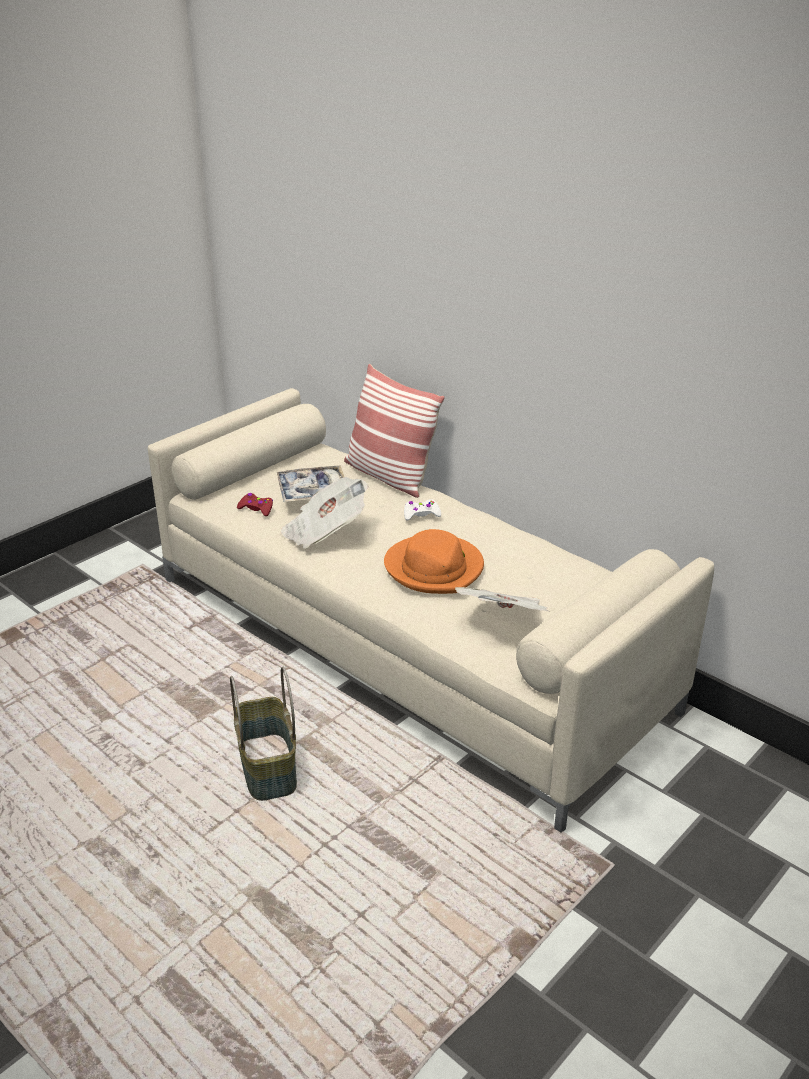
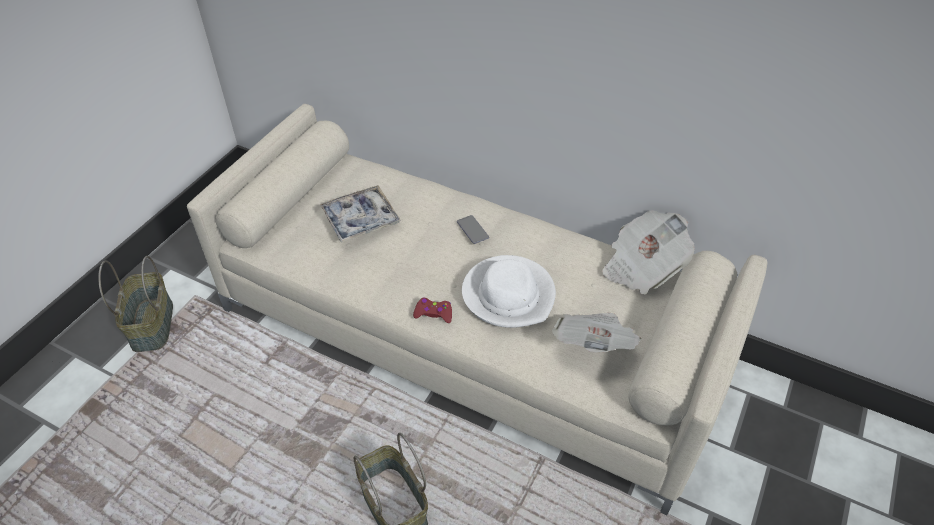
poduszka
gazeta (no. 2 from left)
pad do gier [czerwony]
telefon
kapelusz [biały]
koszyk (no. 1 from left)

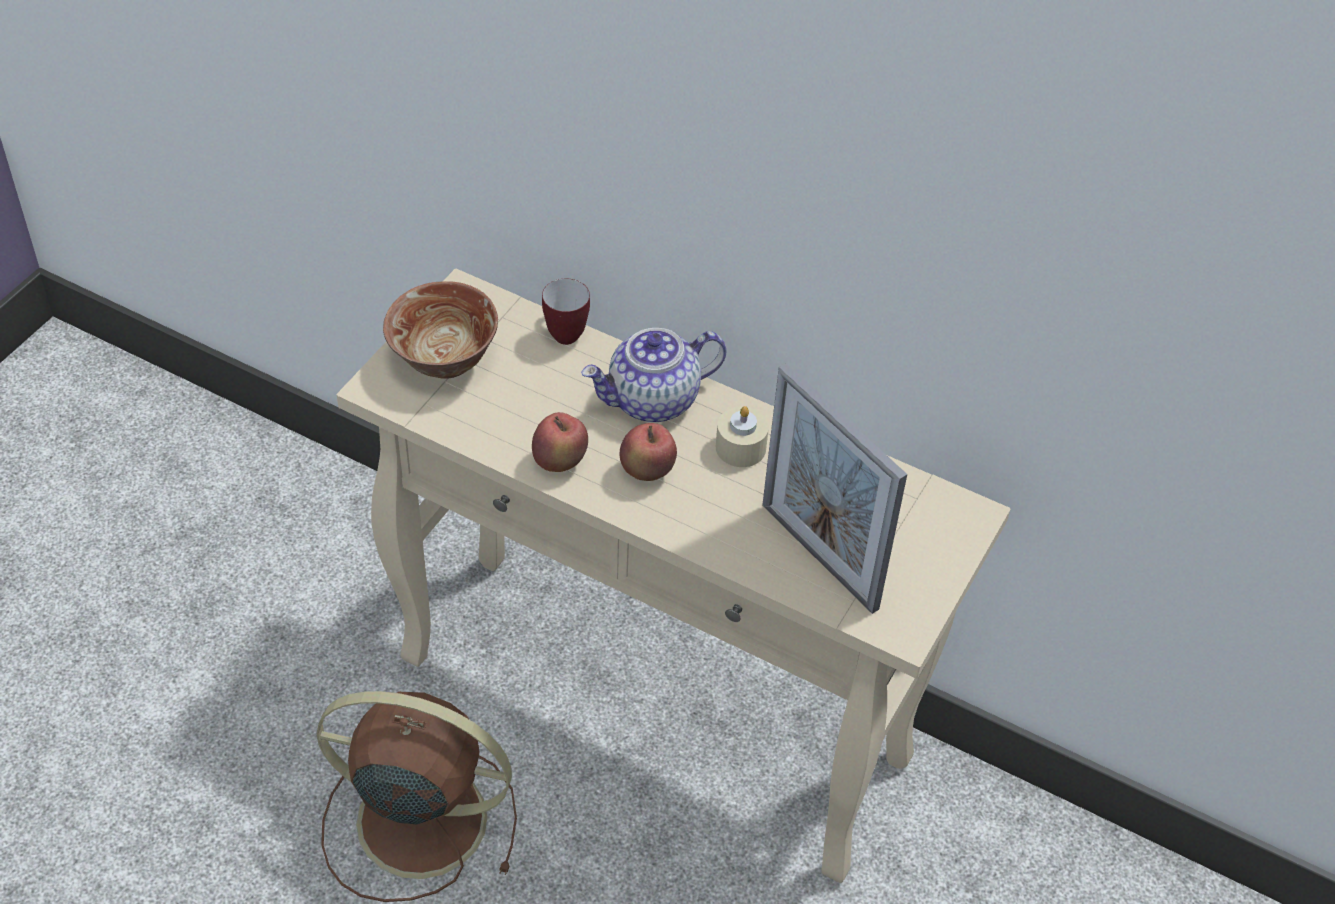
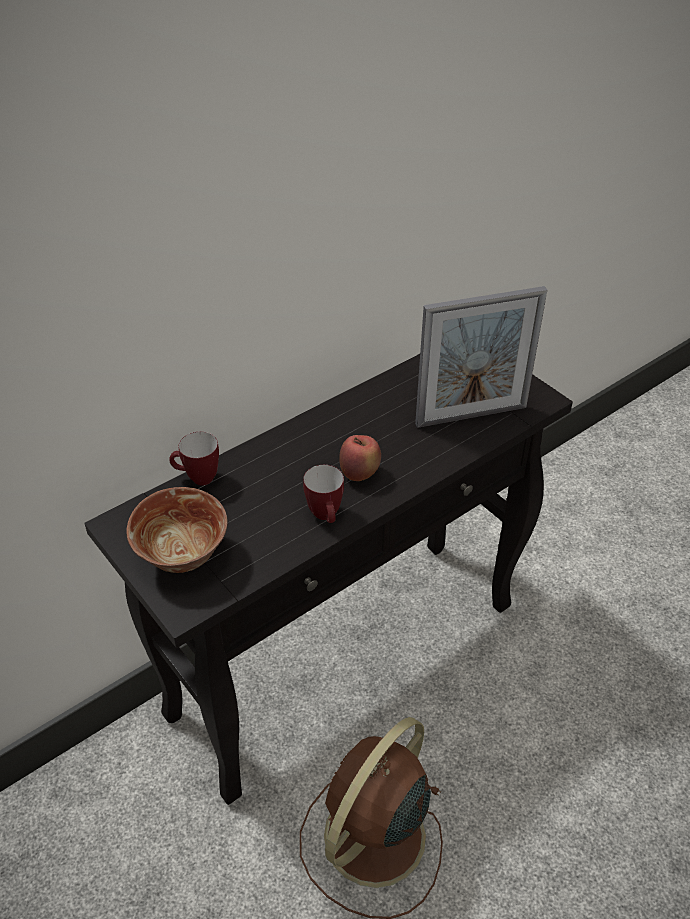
stolik konsolowy [czarny]
imbryk
świeca [beżowy]
kubek (no. 2 from left)

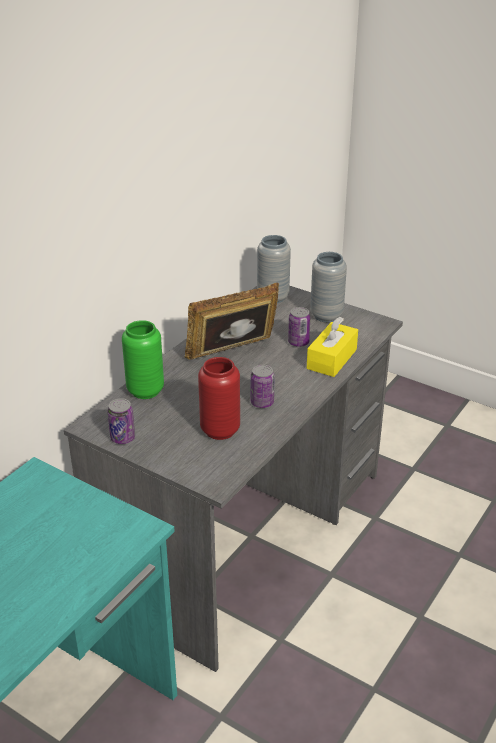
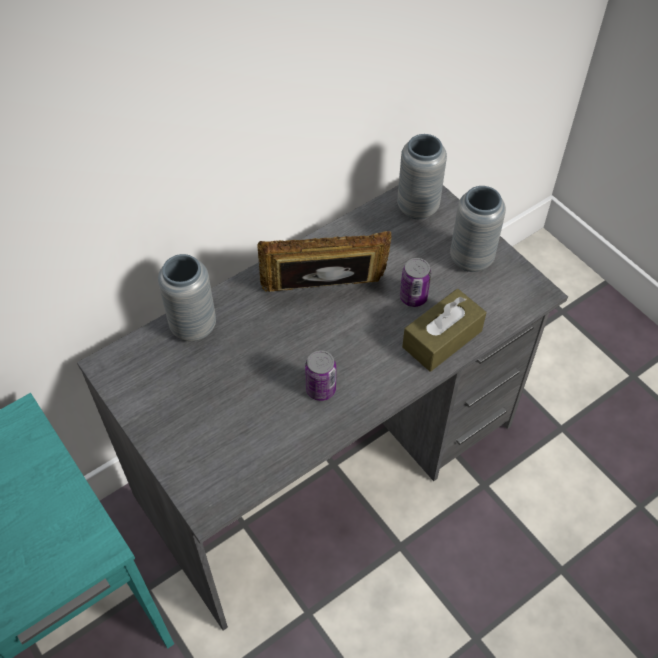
pudełko chusteczek [brązowy]
wazon [szary] (no. 1 from left)
wazon [czerwony]
puszka (no. 1 from left in the first image)

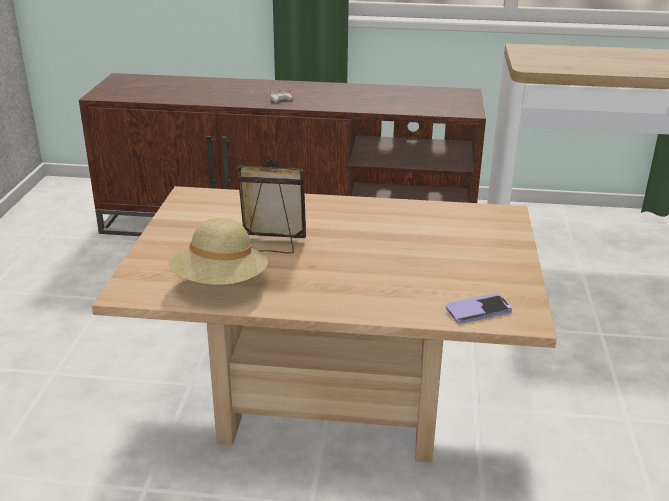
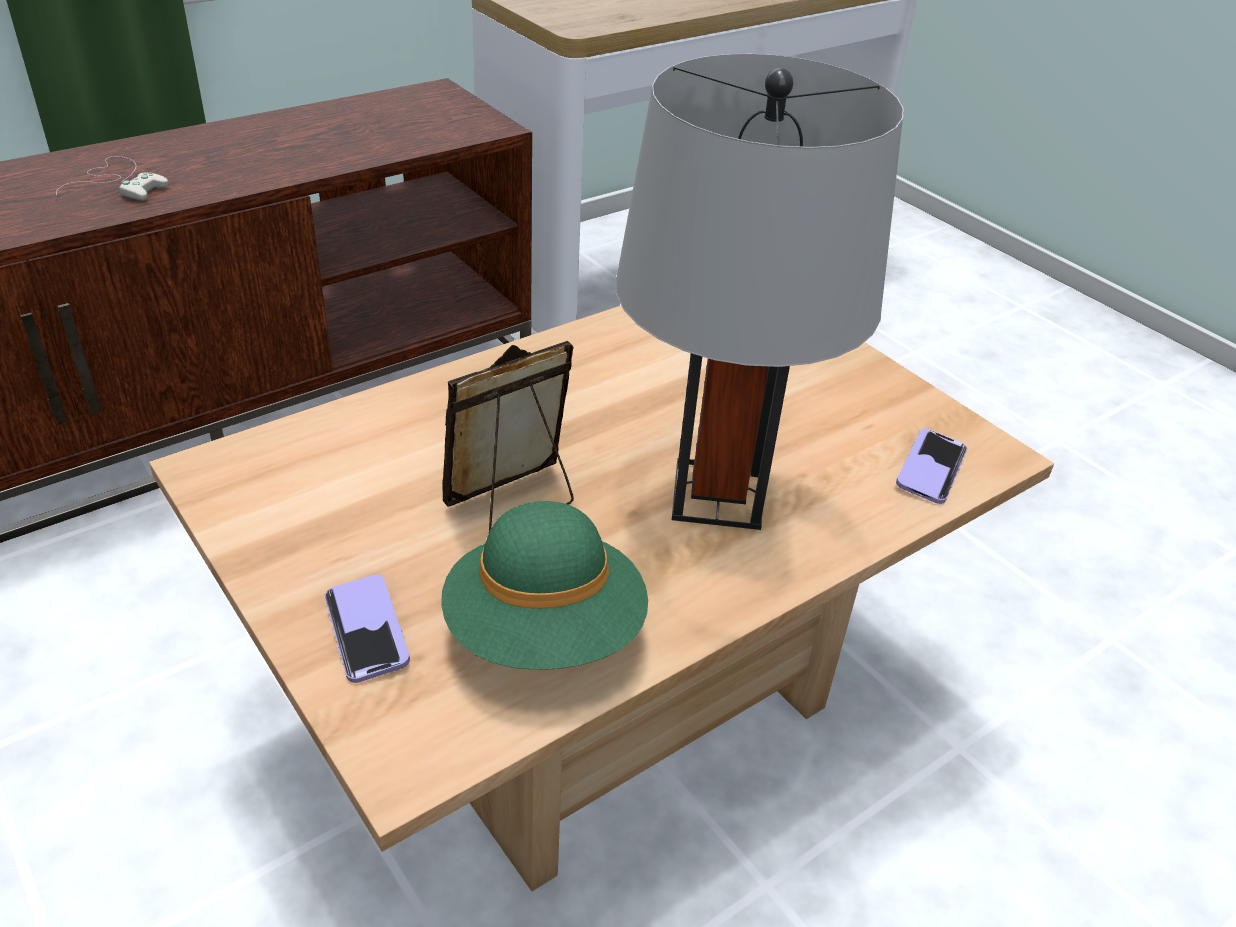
kapelusz [zielony]
lampa stołowa [szary]
telefon (no. 1 from left)

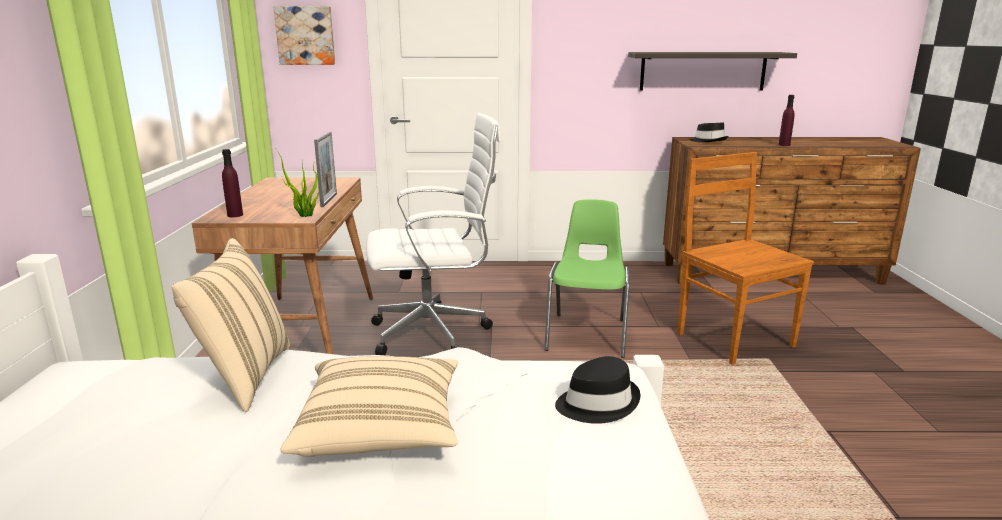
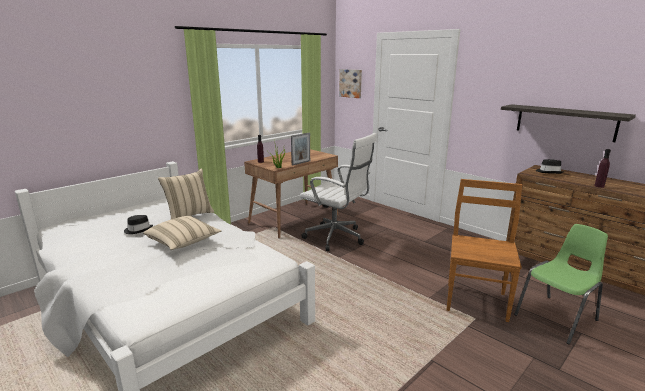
krzesło [zielony]
kapelusz [czarny] (no. 1 from left)

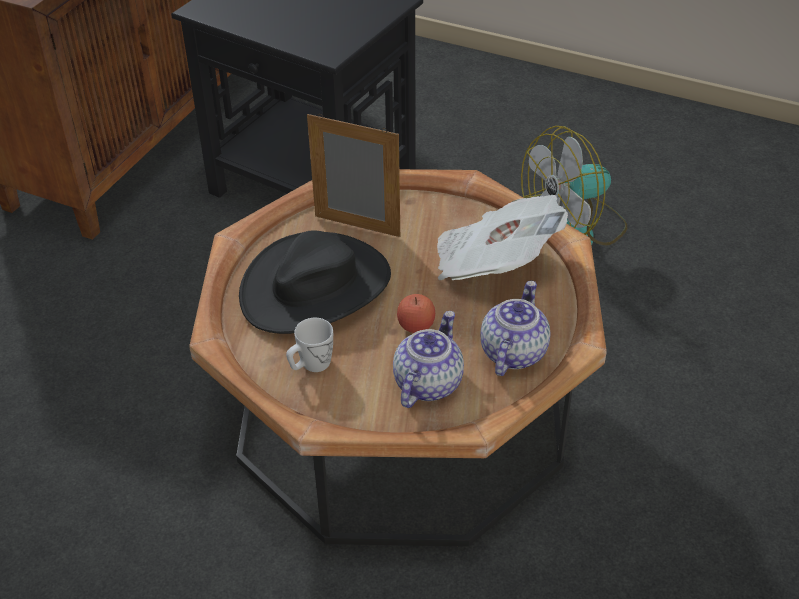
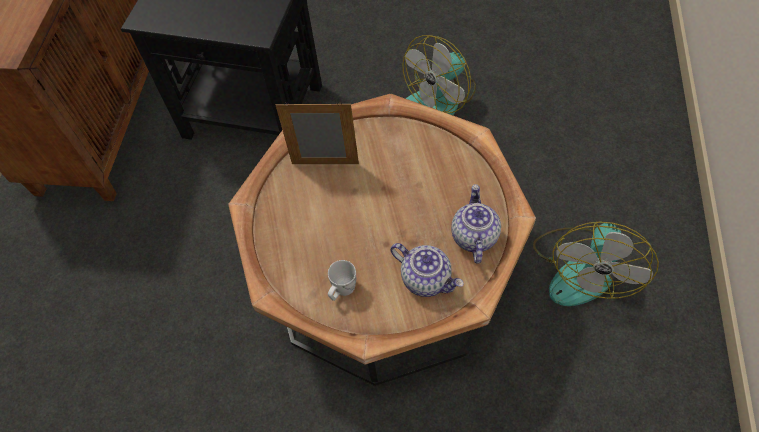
gazeta
kapelusz [czarny]
jabłko
imbryk (no. 1 from left)
wentylator (no. 2 from left)

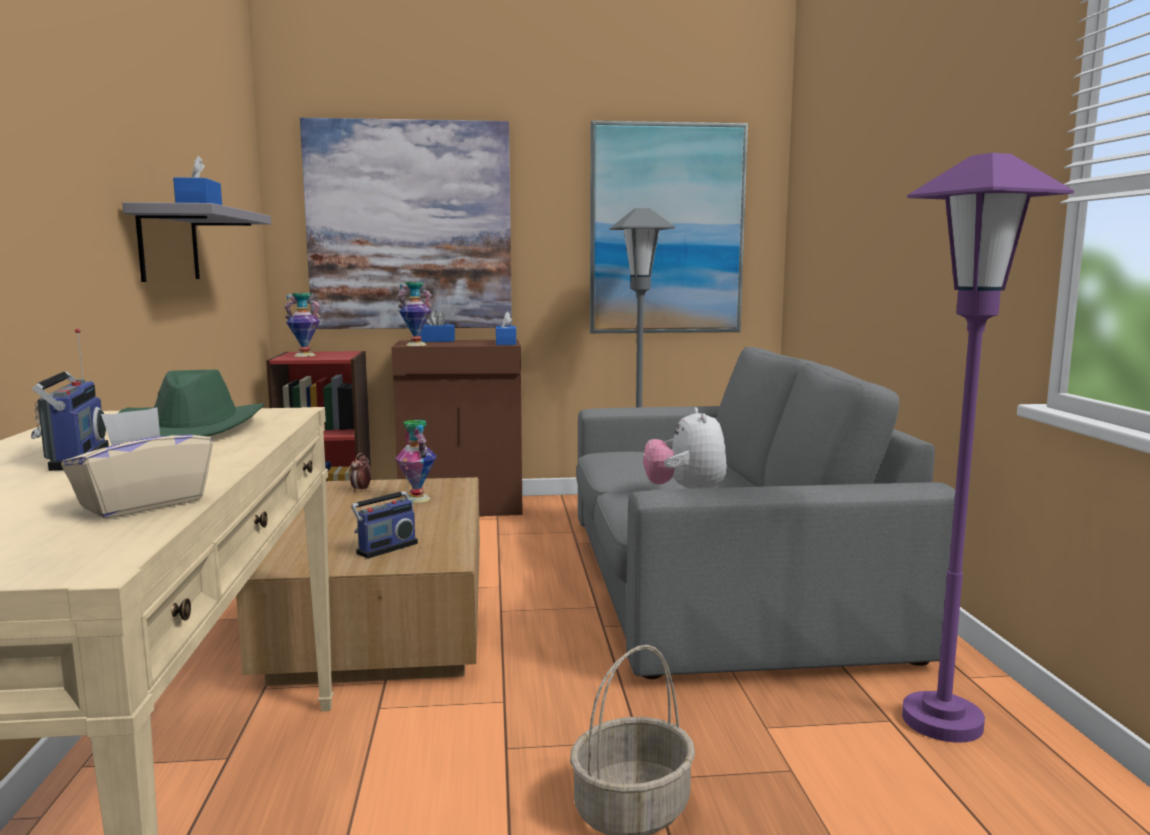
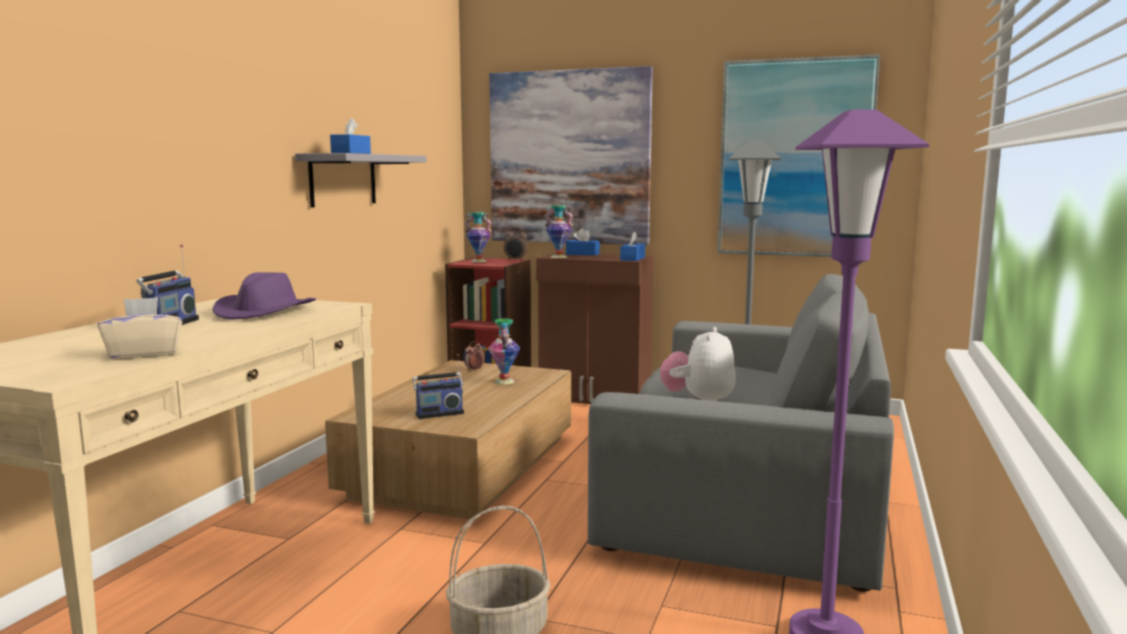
kapelusz [fioletowy]
budzik (no. 2 from left)

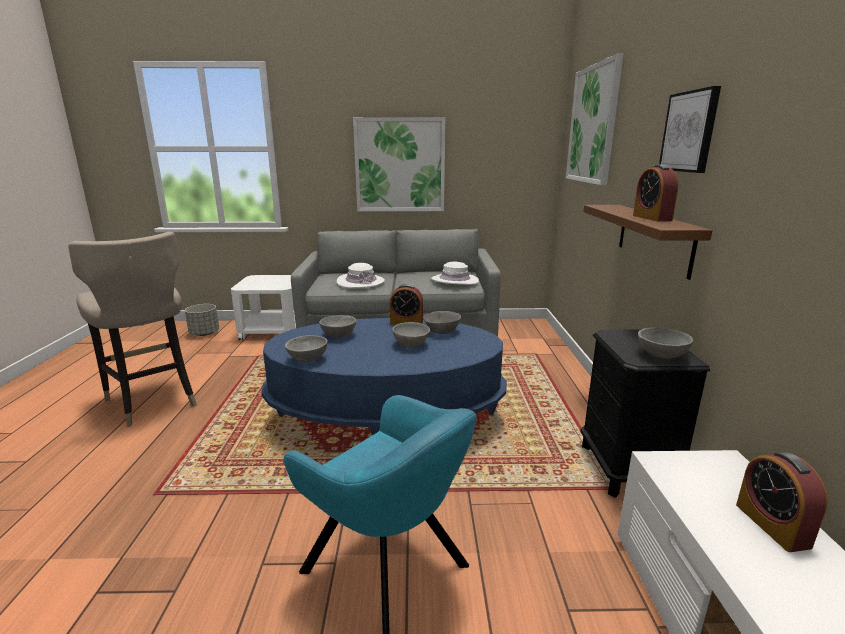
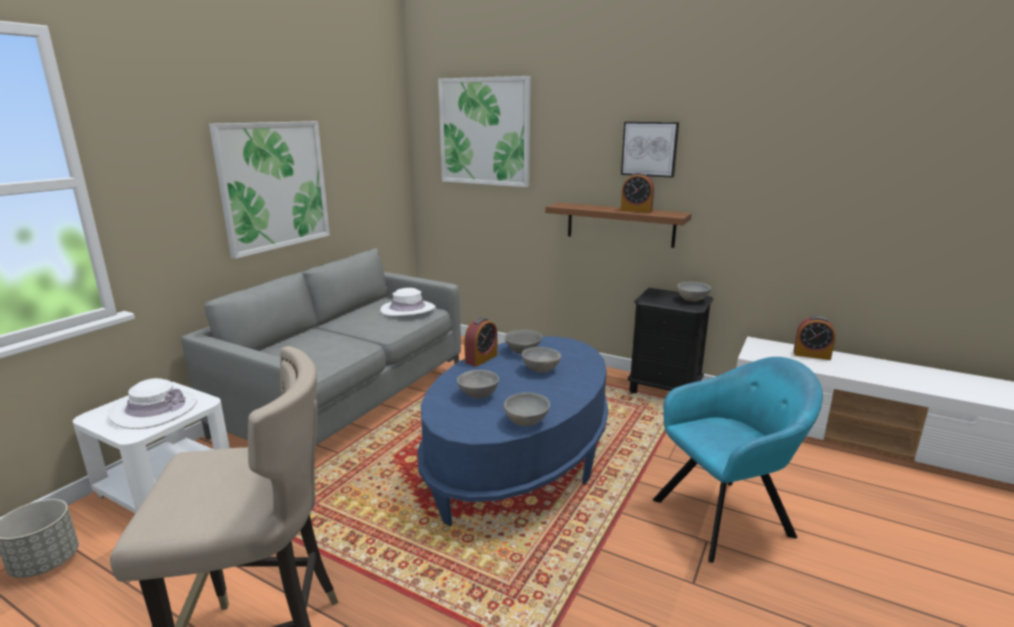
kapelusz [biały] (no. 1 from left)

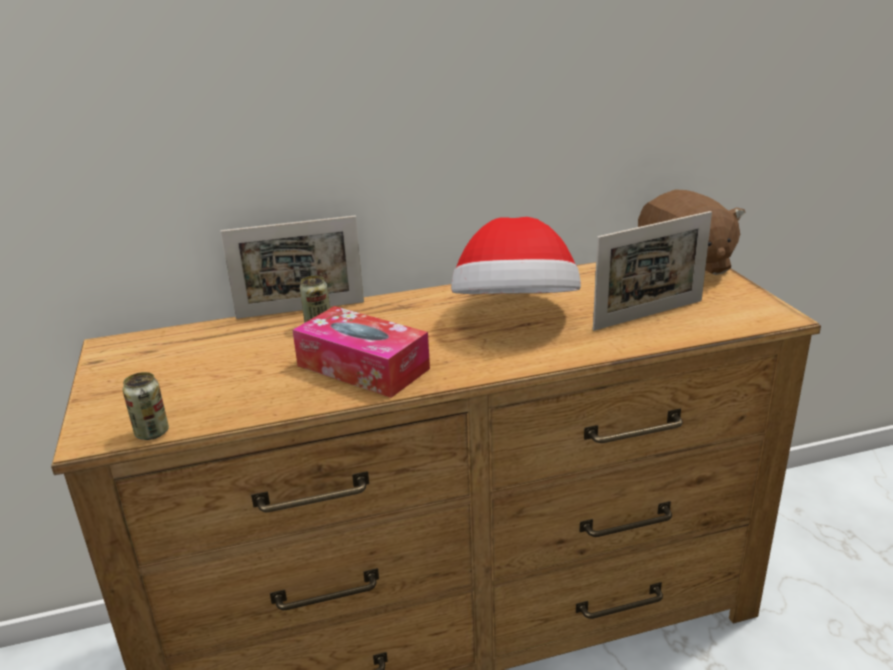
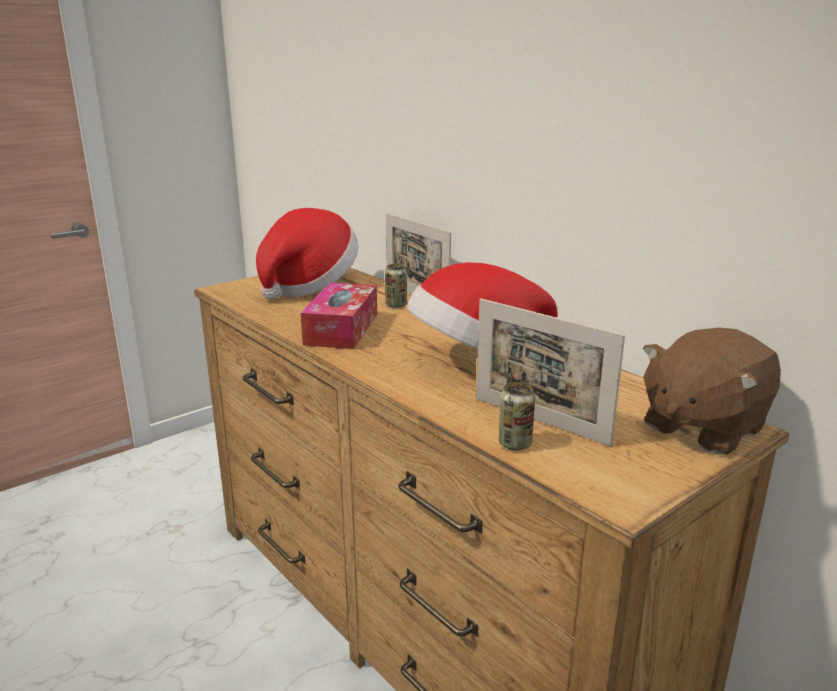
puszka (no. 2 from left)
kapelusz (no. 1 from left)

